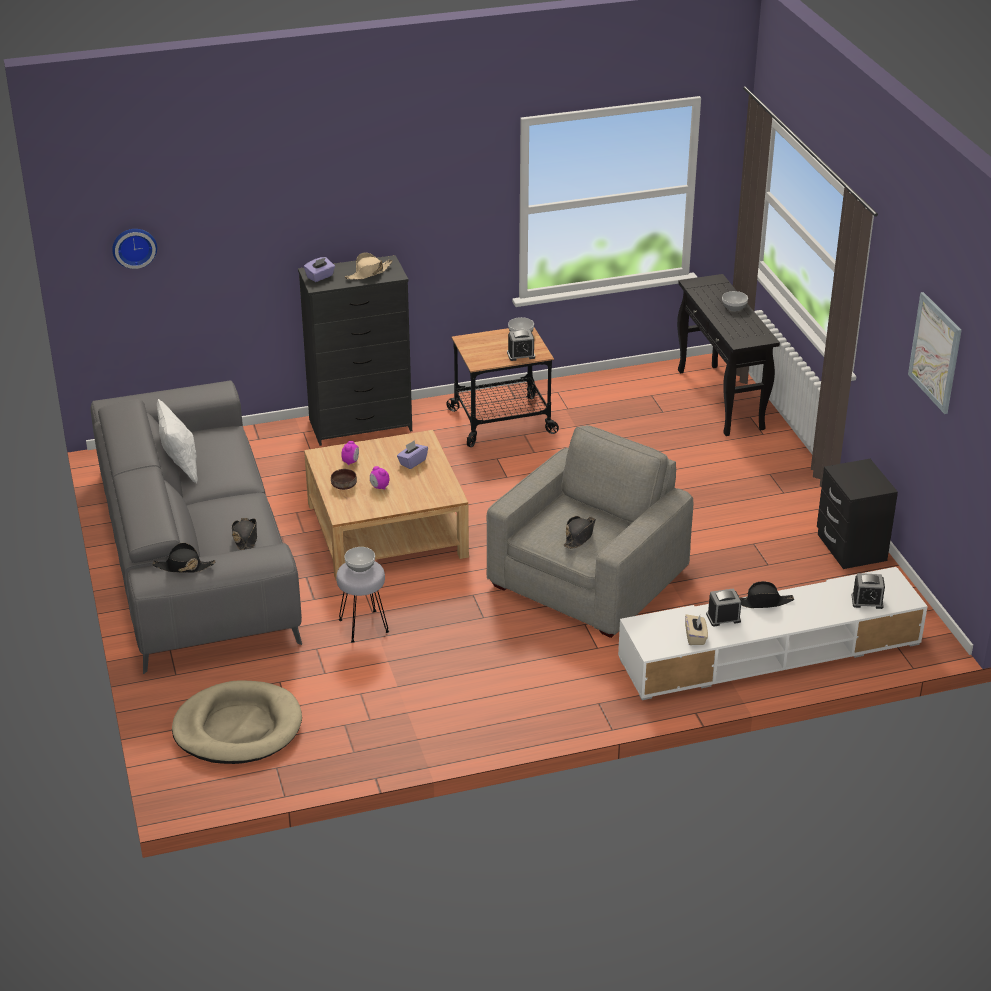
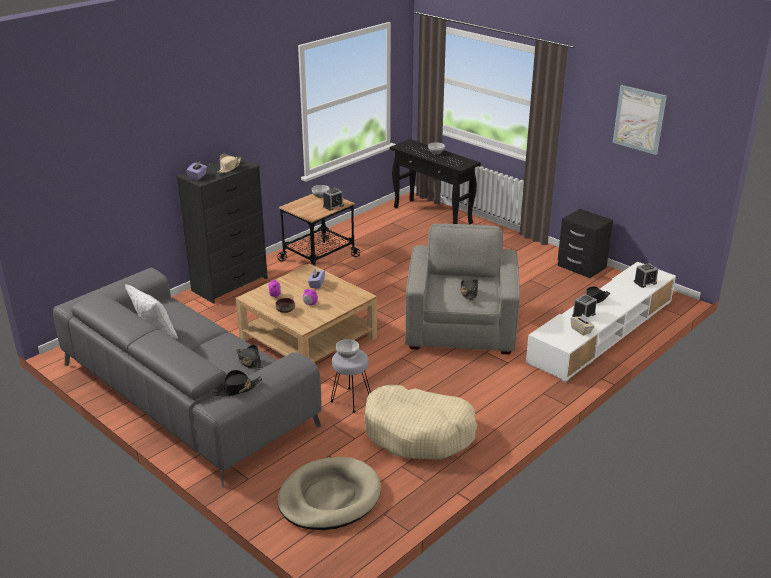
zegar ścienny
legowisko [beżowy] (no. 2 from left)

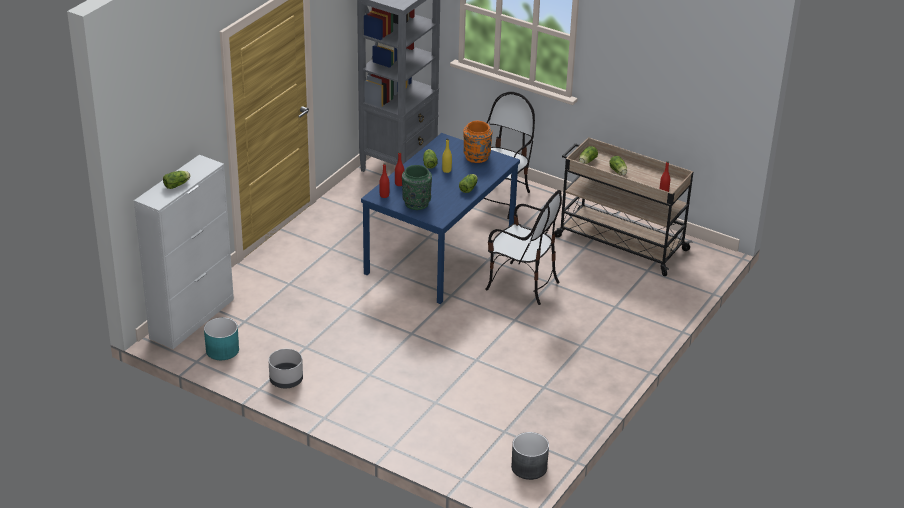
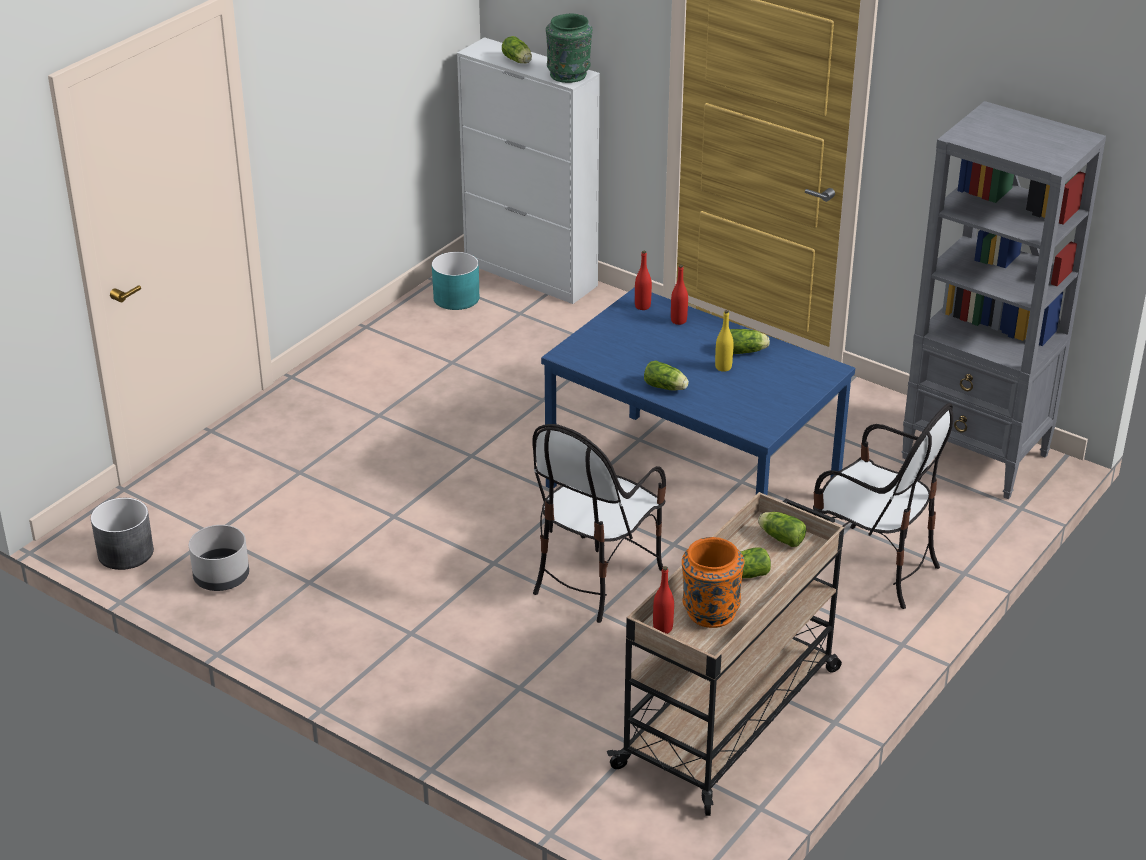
wazon [pomarańczowy]
wazon [zielony]
donica [szary] (no. 2 from left)

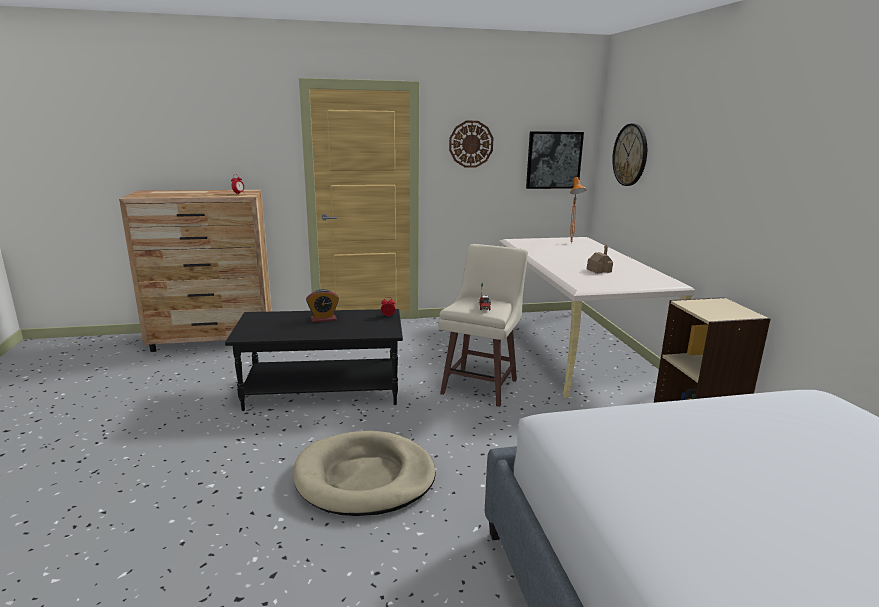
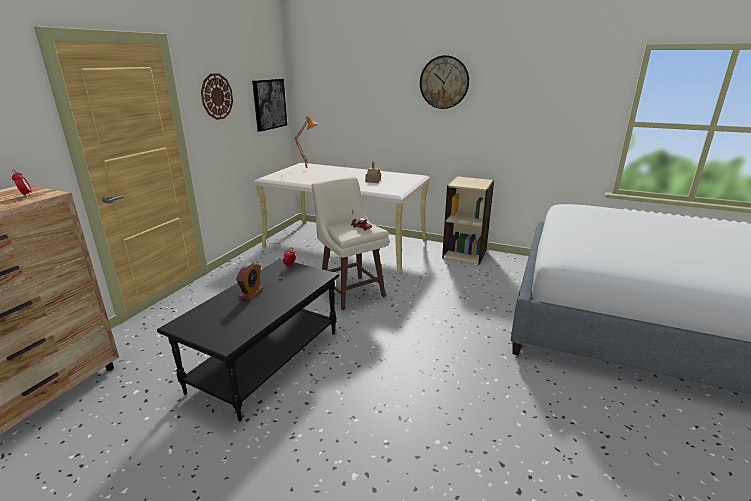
zegar ścienny (no. 2 from left)
legowisko [beżowy]

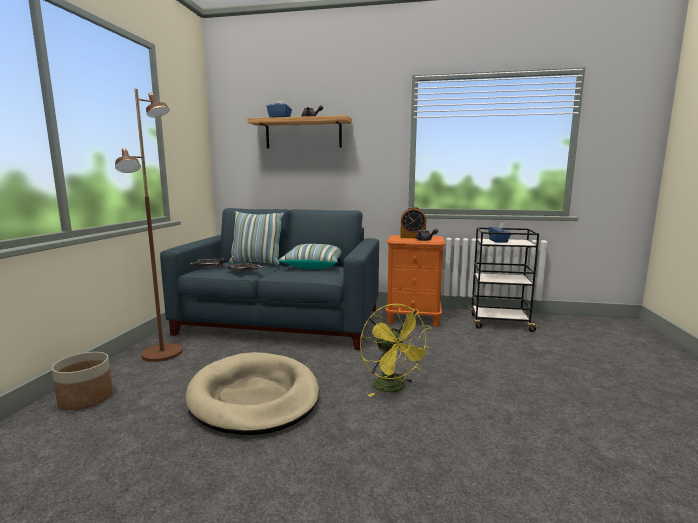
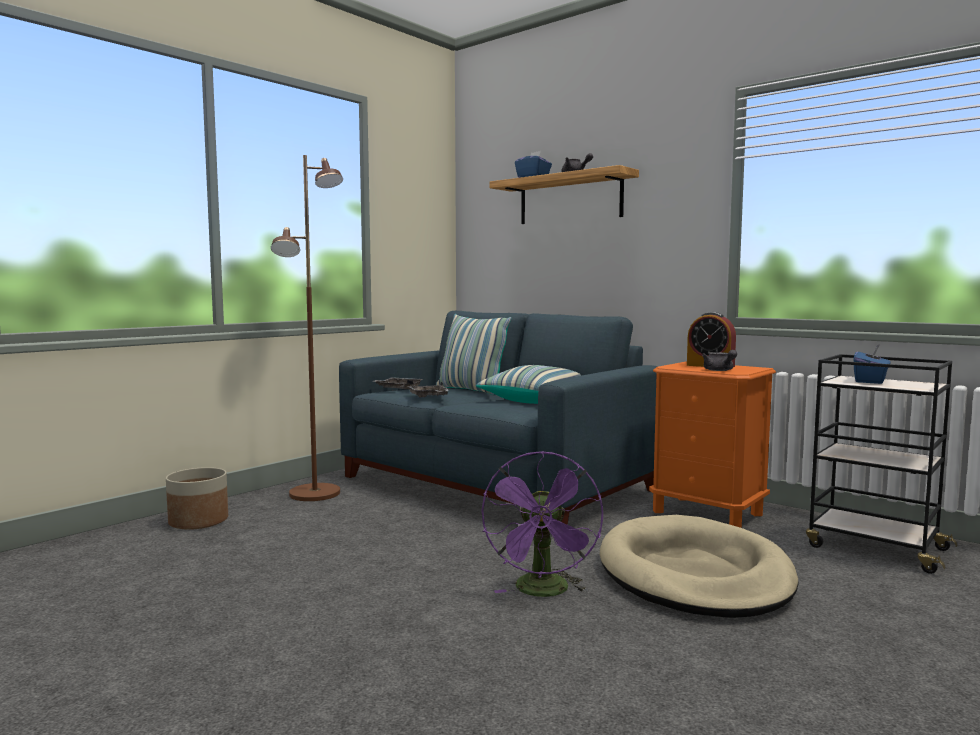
wentylator [fioletowy]
legowisko [beżowy]

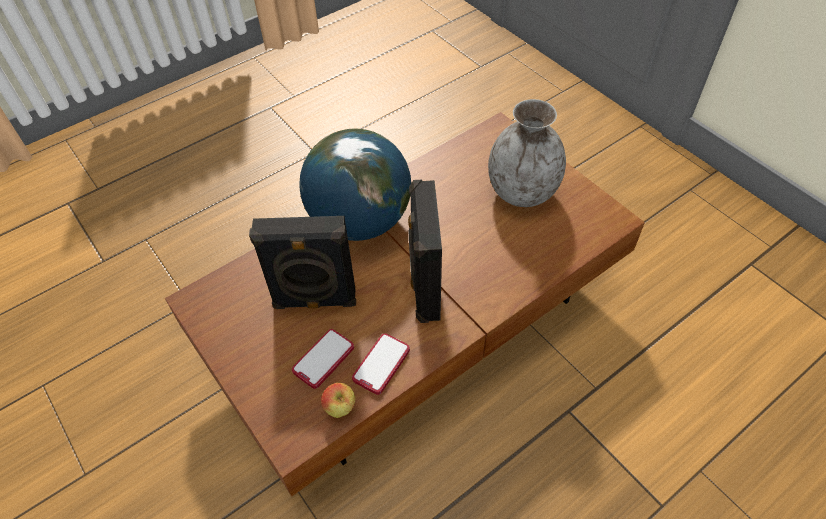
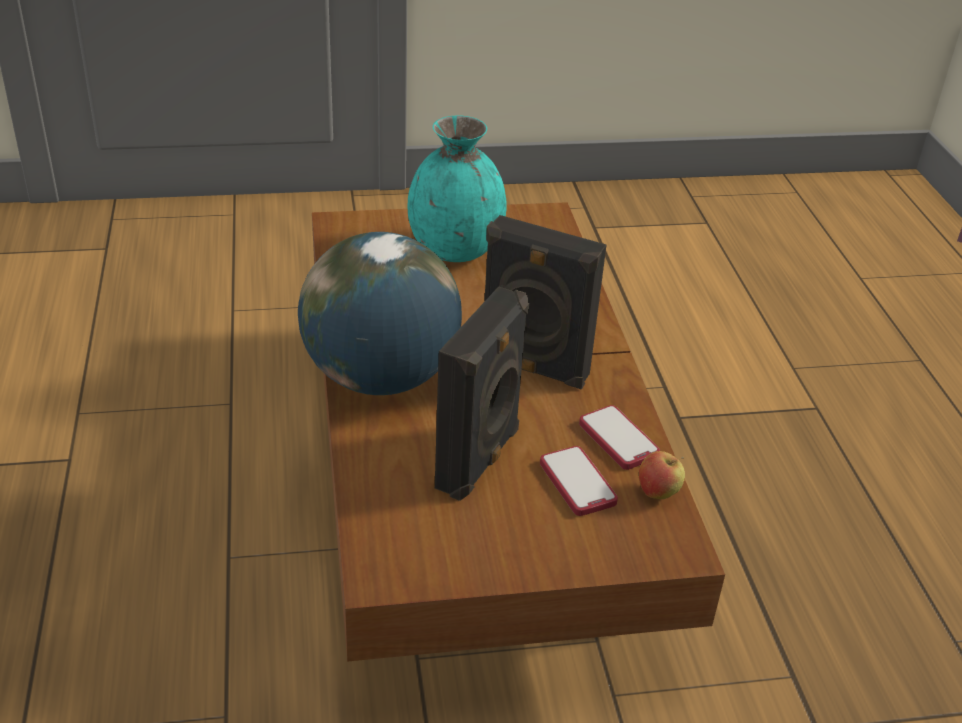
wazon [turkusowy]

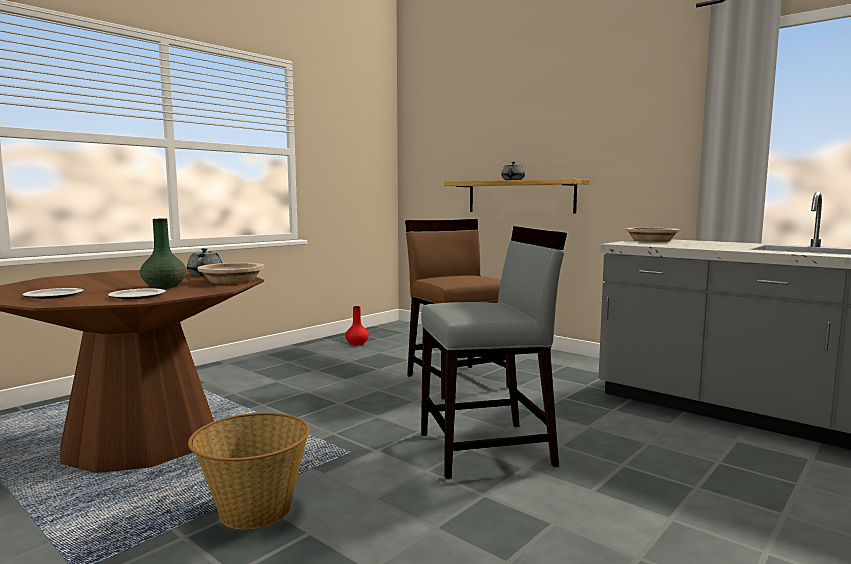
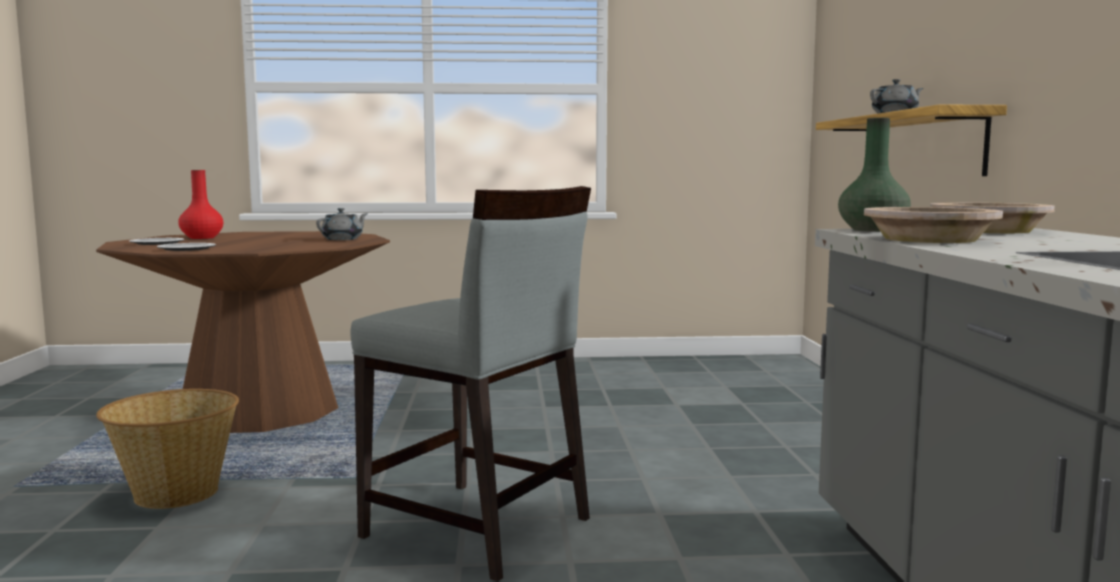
wazon [zielony]
krzesło [brązowy]
miska [beżowy] (no. 1 from left)
wazon [czerwony]

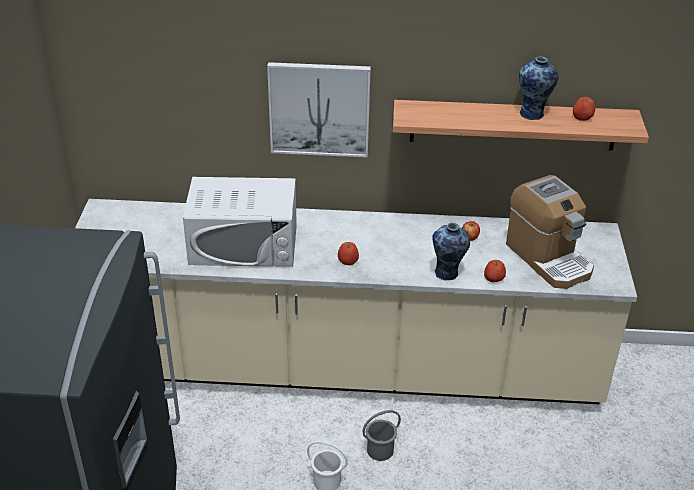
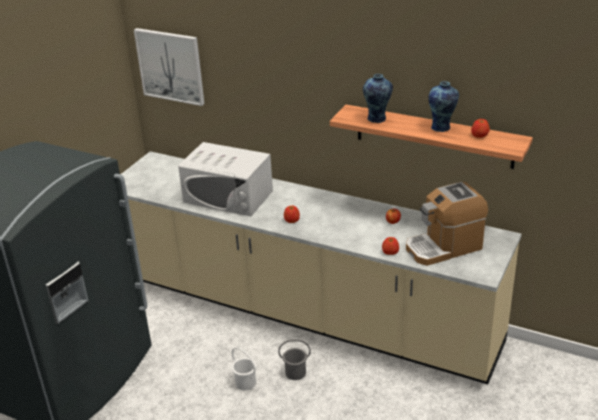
obraz
ekspres do kawy
wazon (no. 1 from left)

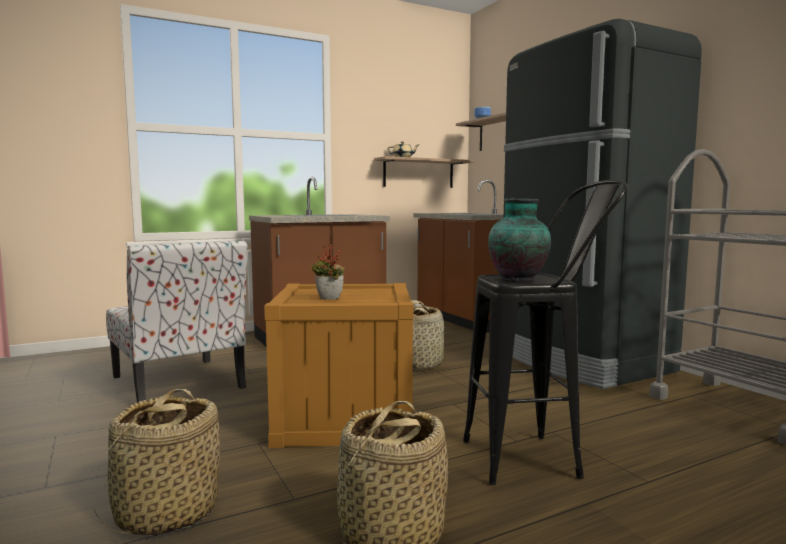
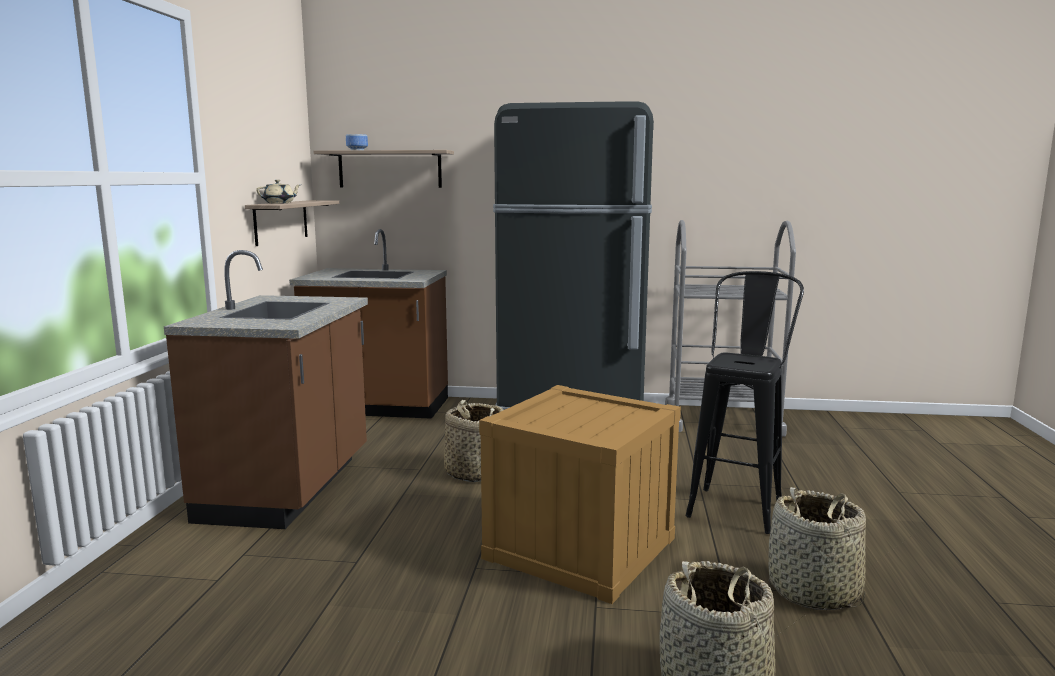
wazon
krzesło
roślina doniczkowa

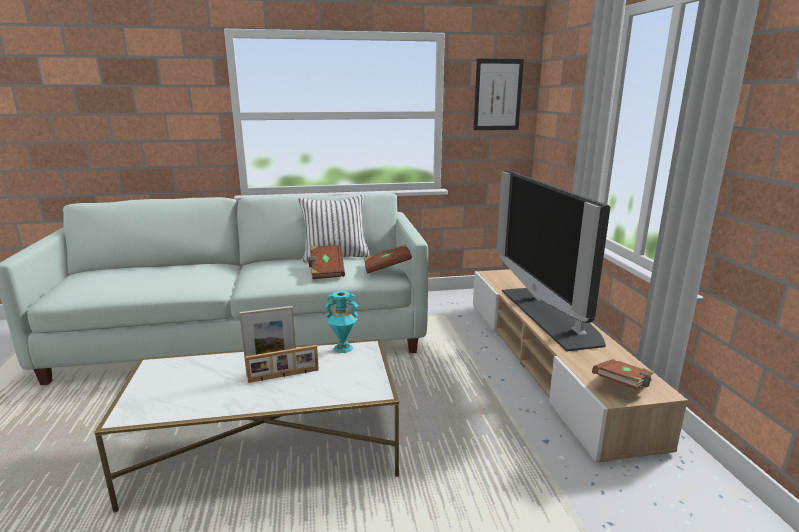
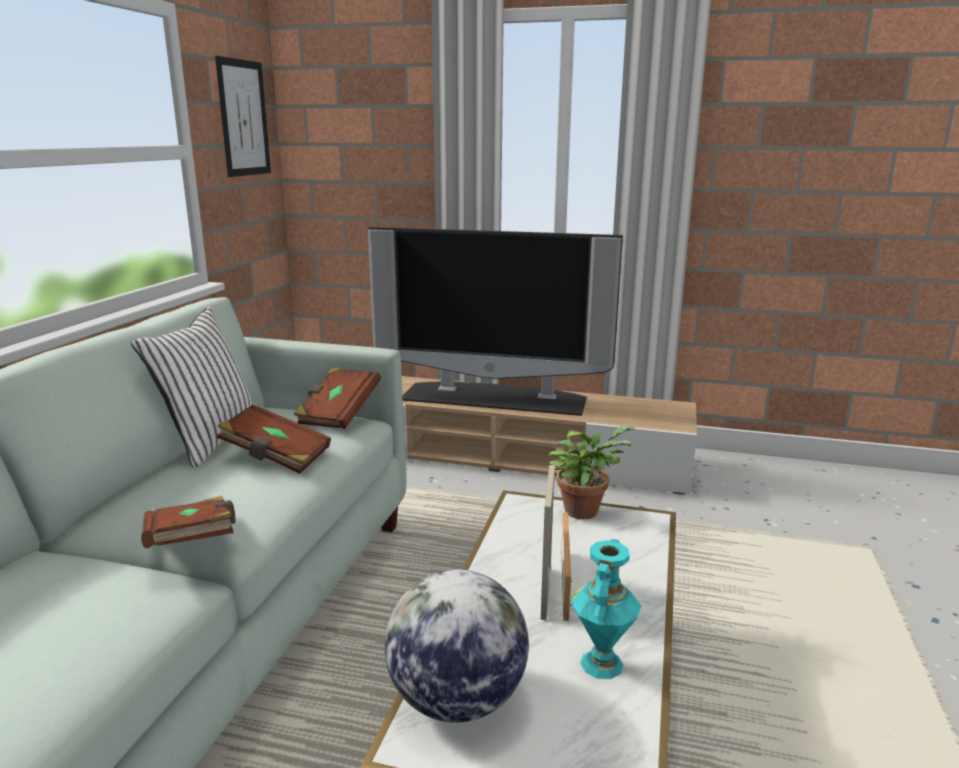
wazon [turkusowy]
książka [brązowy] (no. 1 from left)
roślina doniczkowa
globus

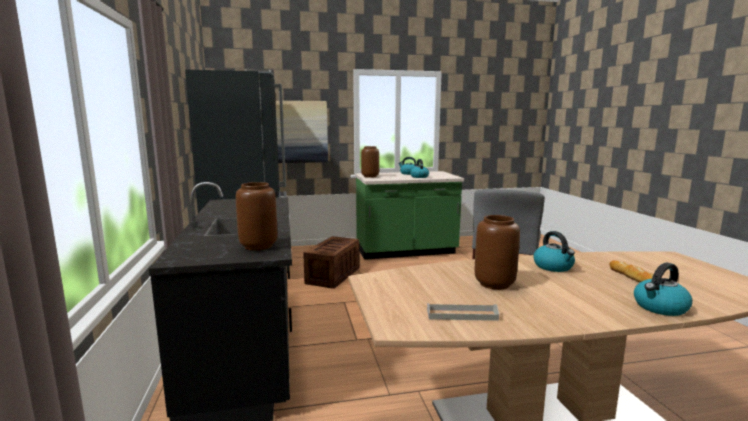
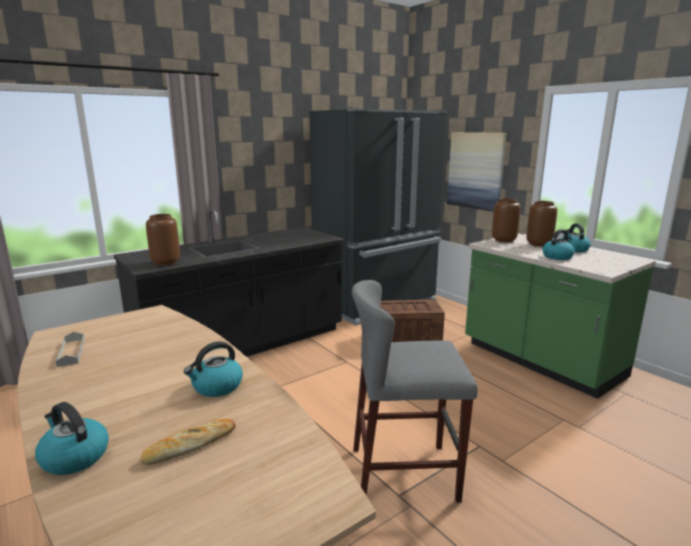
wazon [brązowy] (no. 3 from left)

